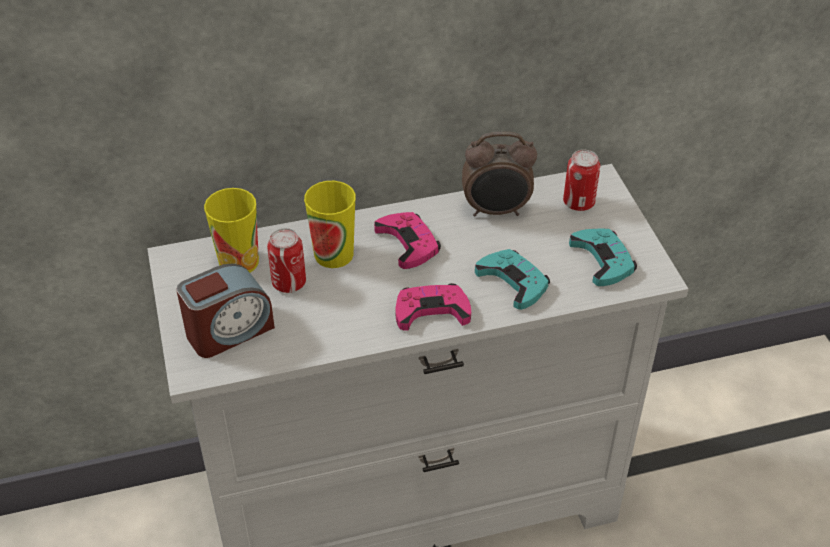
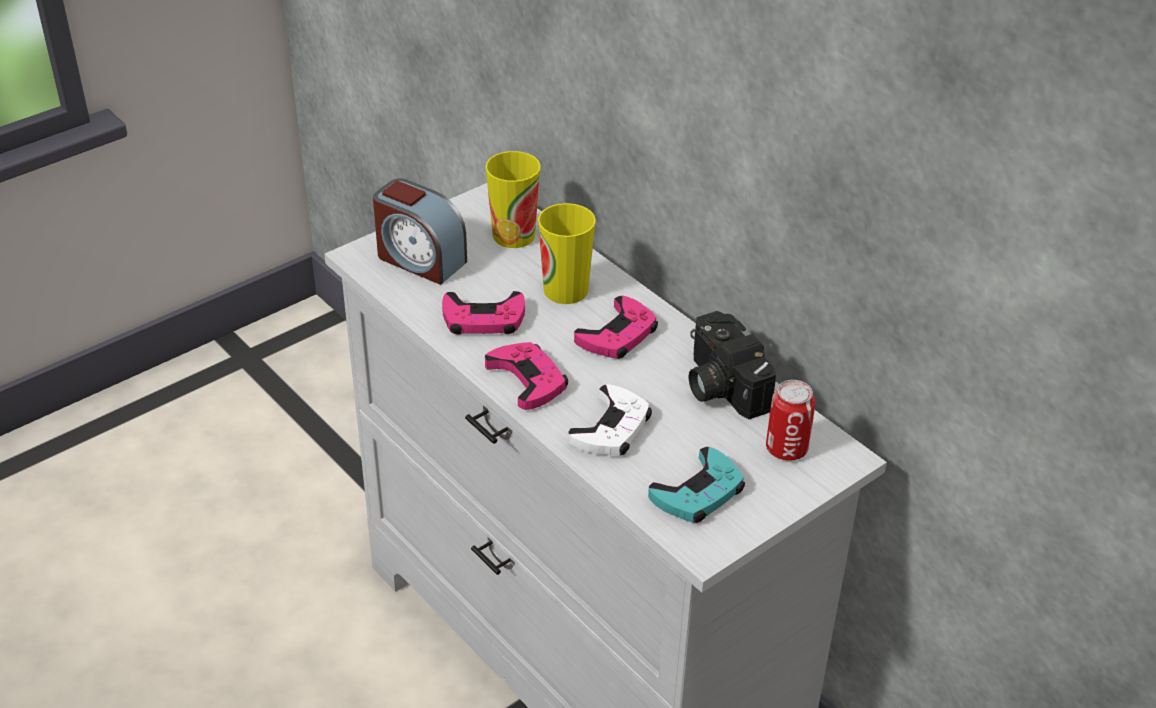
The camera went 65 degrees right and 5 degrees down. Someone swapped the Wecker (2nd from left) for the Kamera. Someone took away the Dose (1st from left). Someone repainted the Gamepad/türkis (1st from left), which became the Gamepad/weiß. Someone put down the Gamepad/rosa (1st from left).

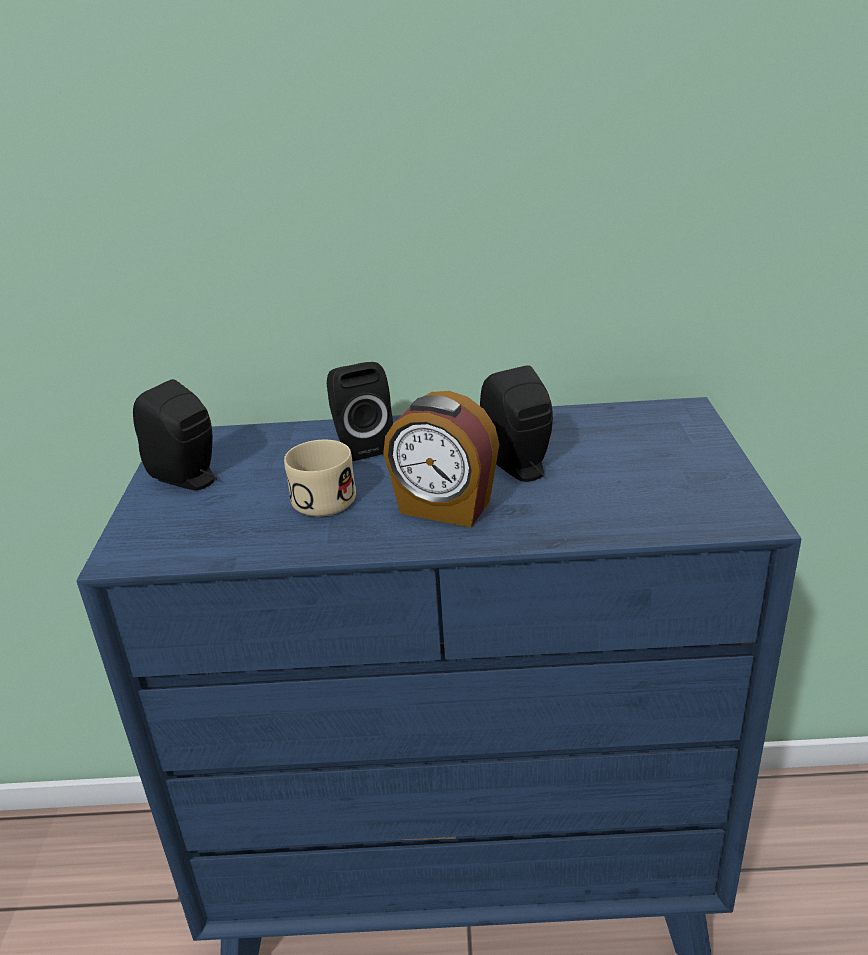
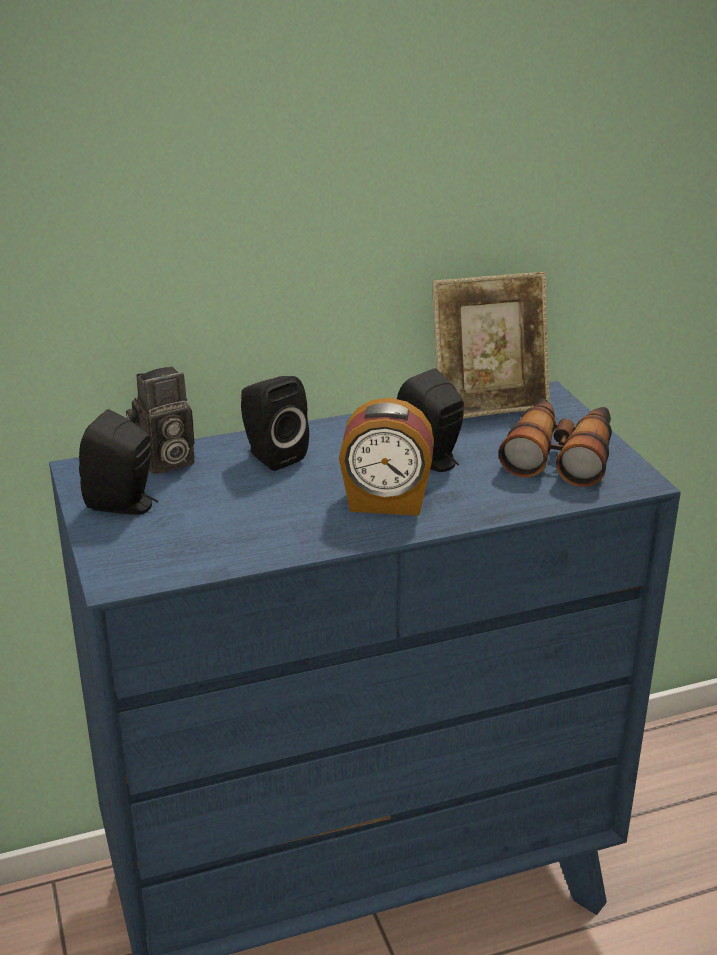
The camera went 20 degrees left and 0 degrees up. Someone took away the Henkelbecher/beige. Someone put down the Bilderrahmen. Someone put down the Kamera. Someone put down the Fernglas.

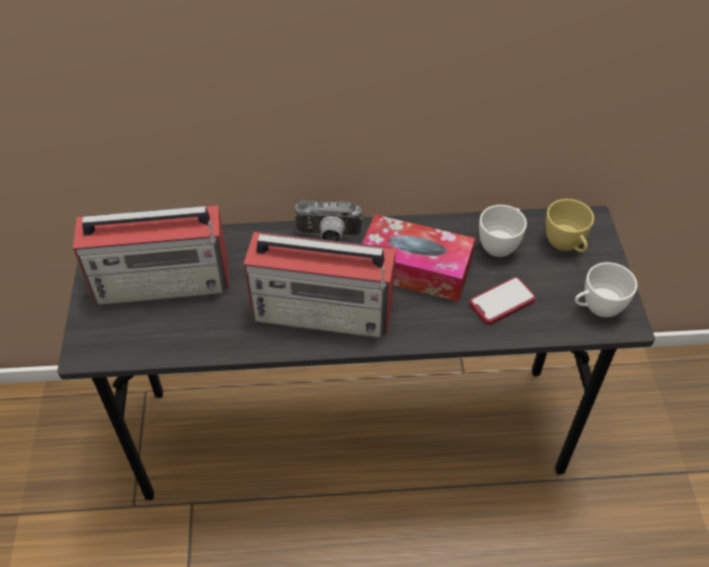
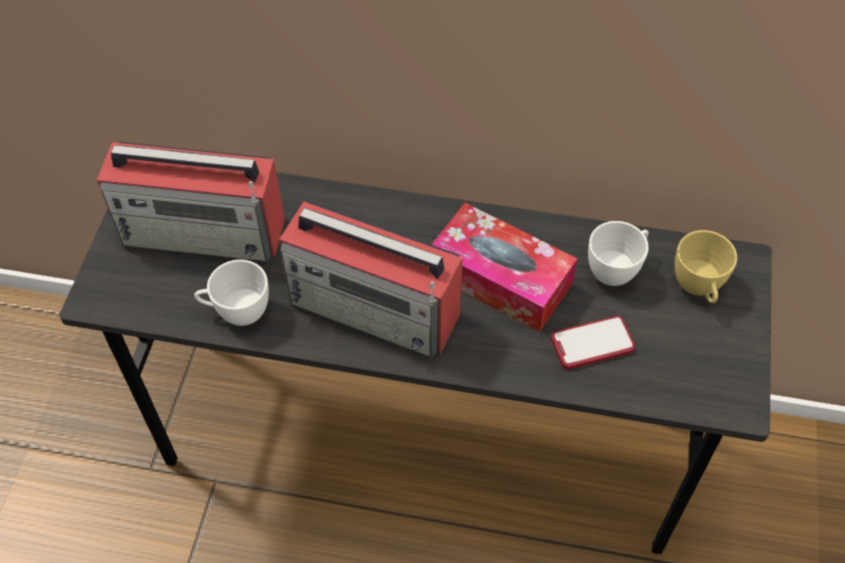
The camera went 15 degrees right and 5 degrees up. Someone took away the Kamera. Someone carried the Tasse/weiß (2nd from left in the first image).

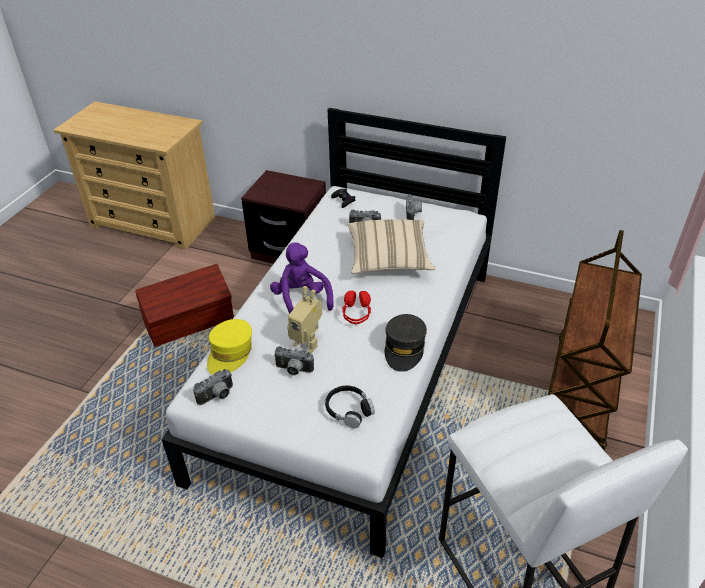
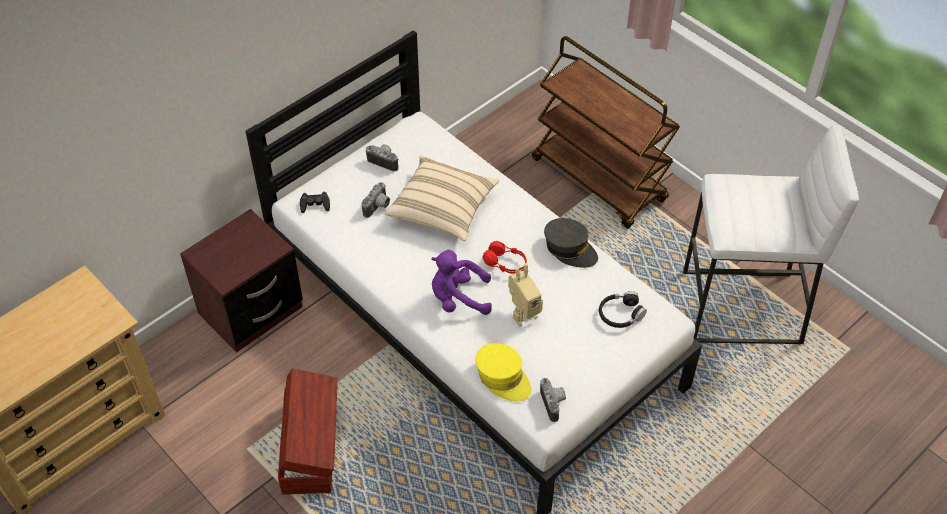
The camera went 65 degrees left and 10 degrees up. Someone took away the Kamera (2nd from left).

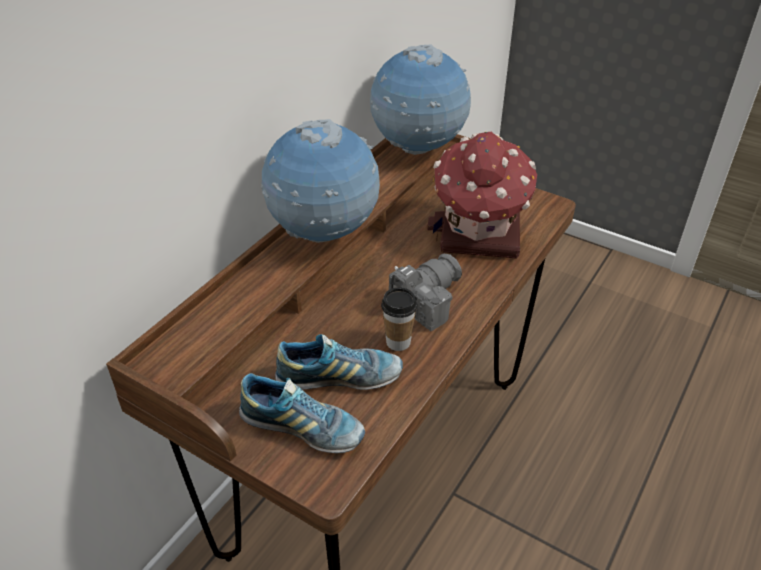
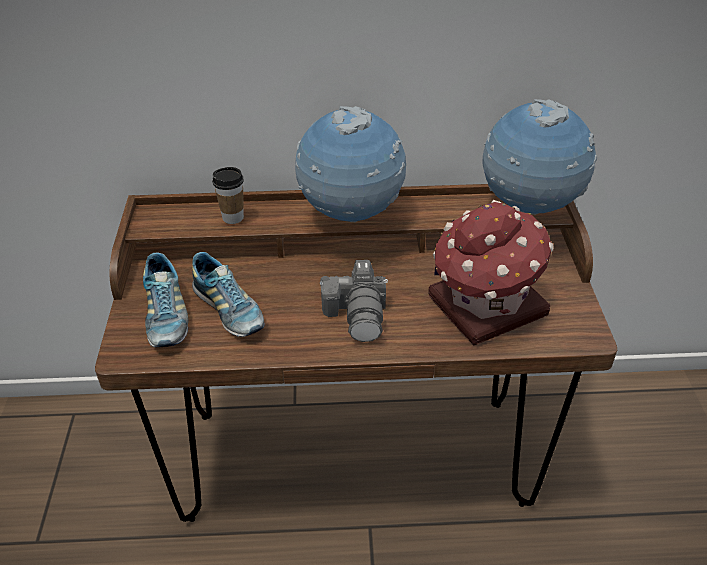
The camera went 55 degrees right and 0 degrees up. Someone rotated the Kamera by 75 degrees clockwise. Someone carried the Tasse.

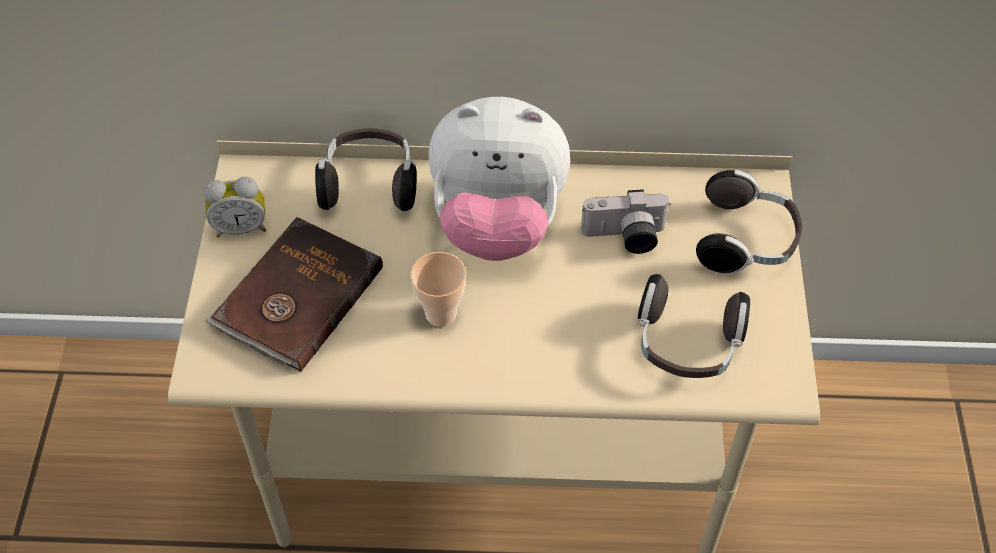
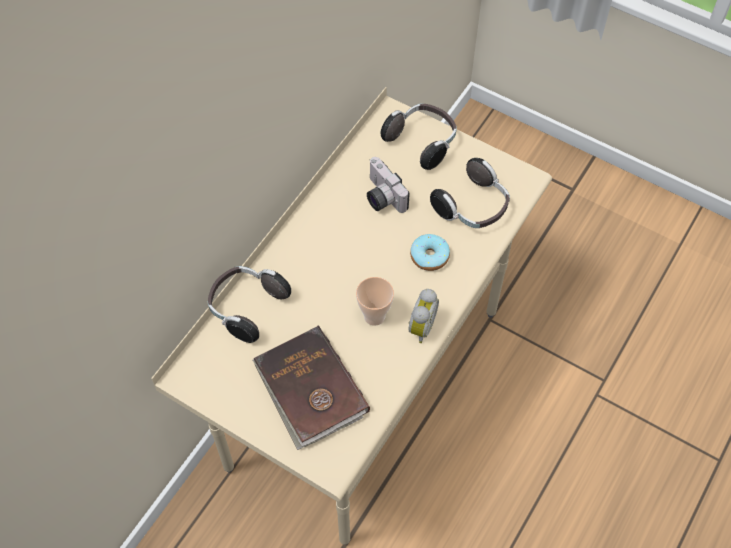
The camera went 60 degrees left and 5 degrees up. Someone took away the Plüschtier. Someone carried the Wecker. Someone rotated the Kamera by 120 degrees clockwise. Someone put down the Donut.

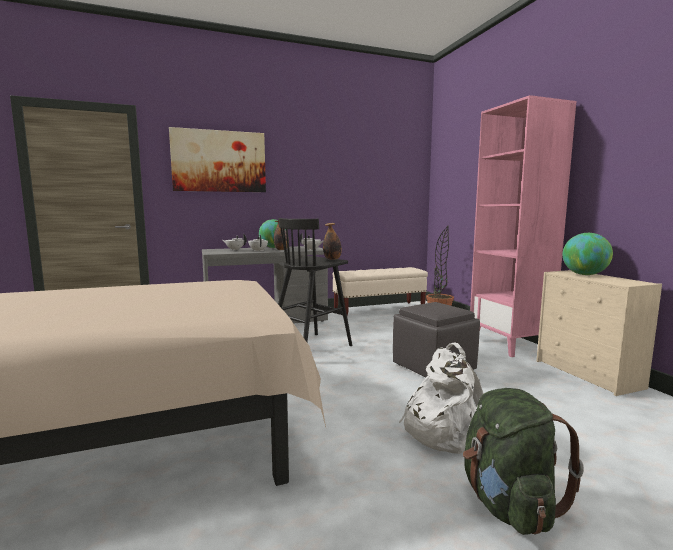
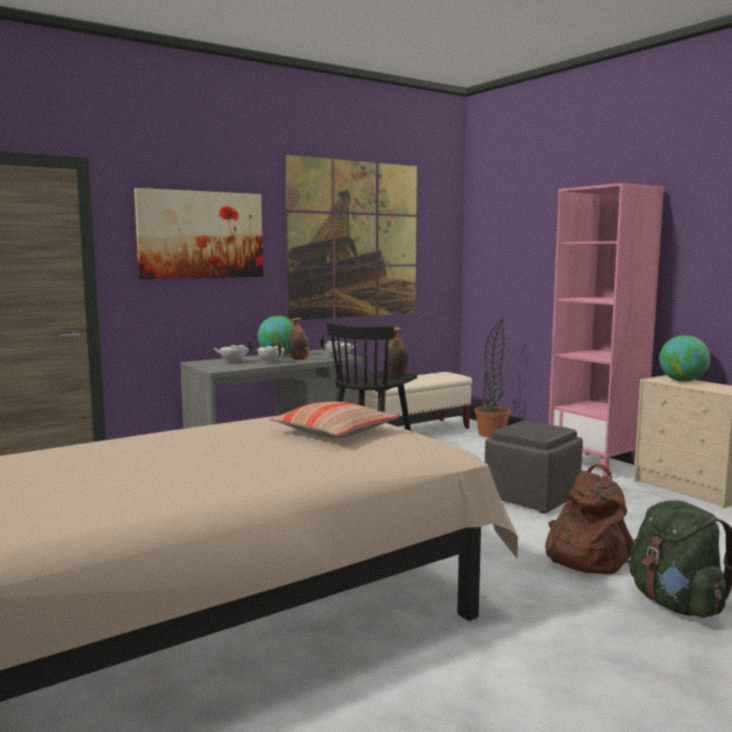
The camera went 15 degrees left and 0 degrees up. Someone repainted the Rucksack/weiß, which became the Rucksack/braun. Someone put up the Bild (2nd from left). Someone put down the Kissen.

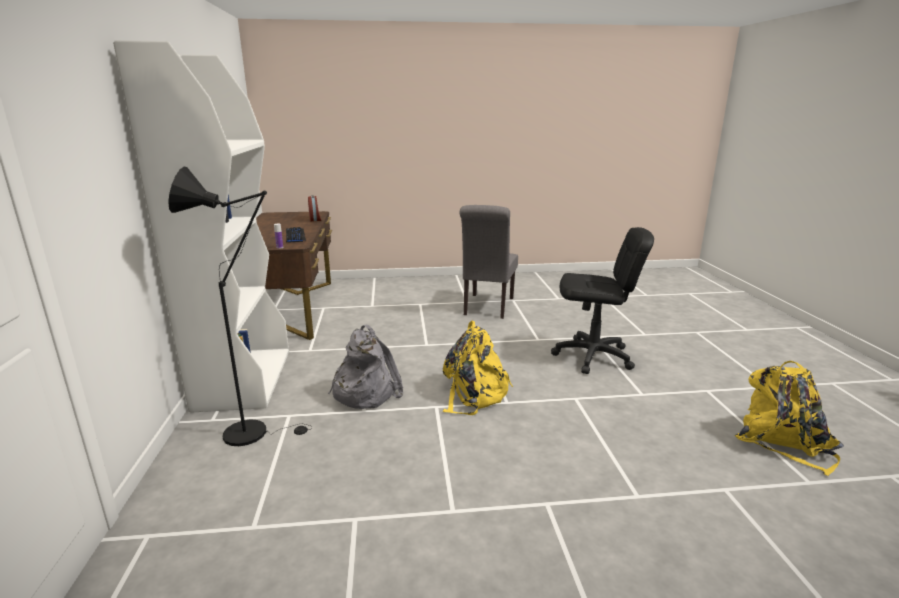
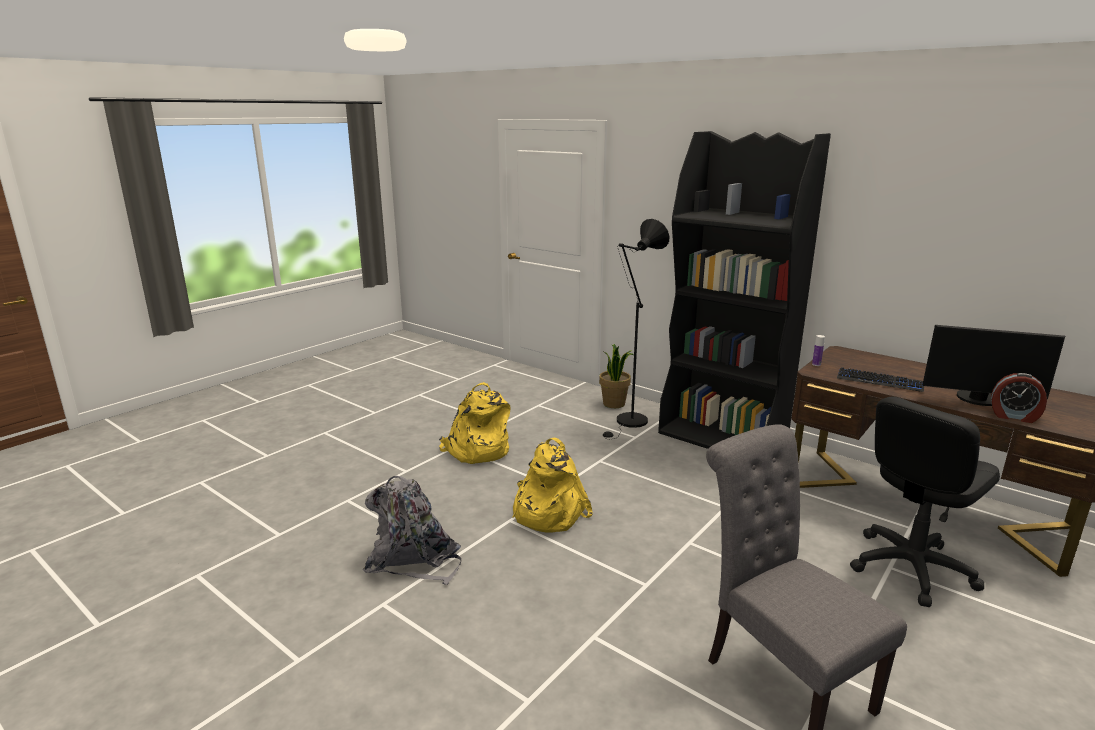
The camera went 135 degrees right and 0 degrees up. Someone repainted the Bücherregal/weiß, which became the Bücherregal/schwarz. Someone carried the Bürostuhl/schwarz. Someone carried the Rucksack/grau. Someone carried the Rucksack/gelb (2nd from left in the first image). Someone put down the Monitor. Someone put down the Topfpflanze.

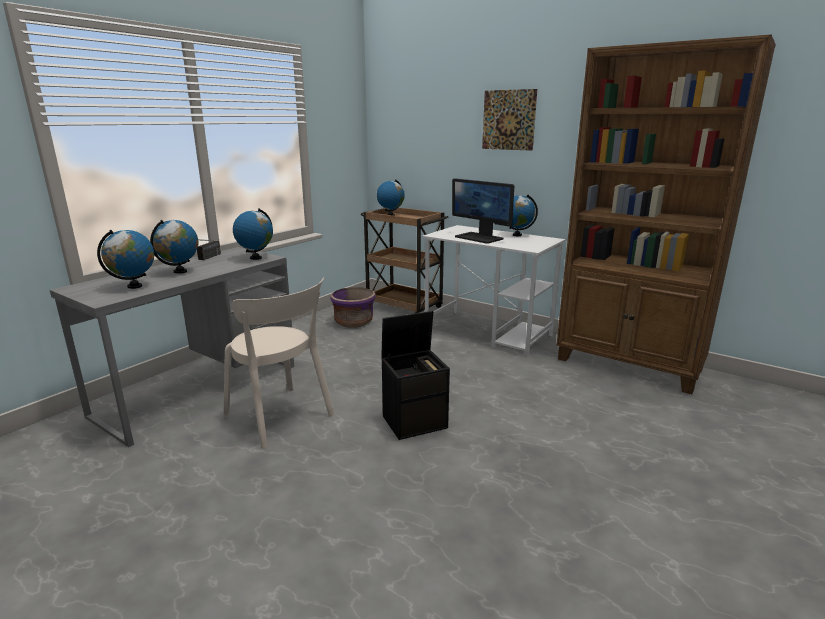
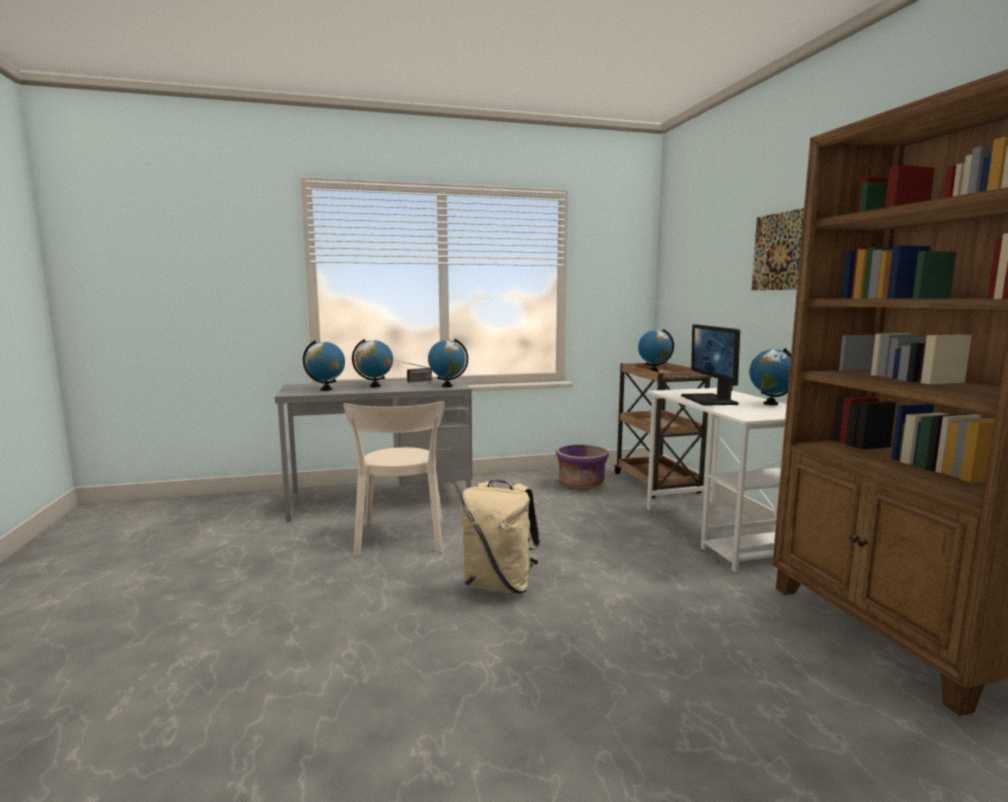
The camera went 40 degrees right and 10 degrees down. Someone swapped the Aufbewahrungsbox/schwarz for the Rucksack/beige.

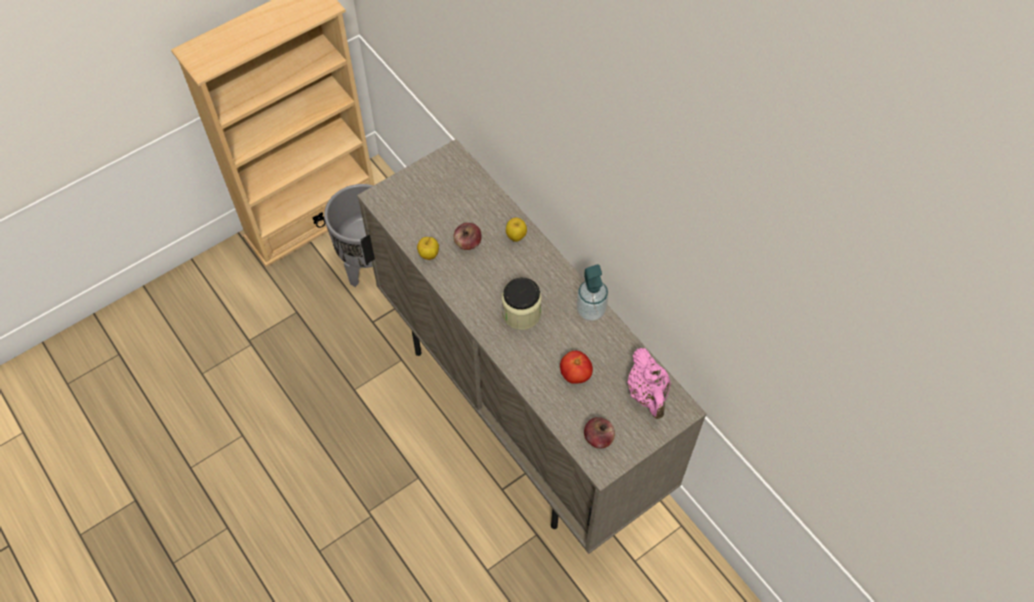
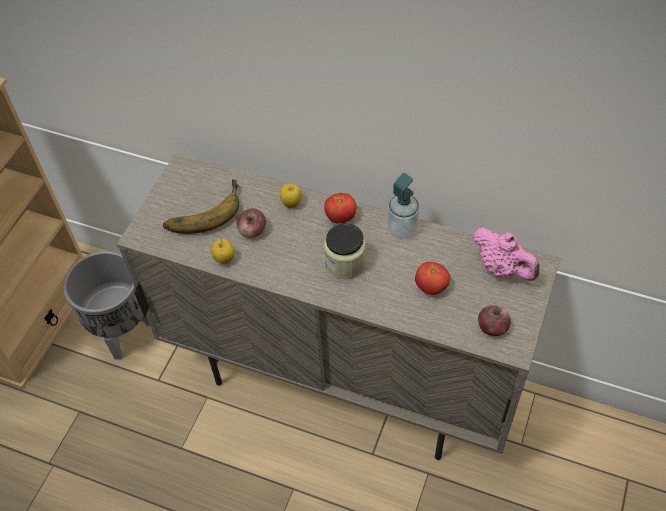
The camera went 30 degrees left and 5 degrees down. Someone put down the Banane. Someone put down the Tomate (1st from left).

